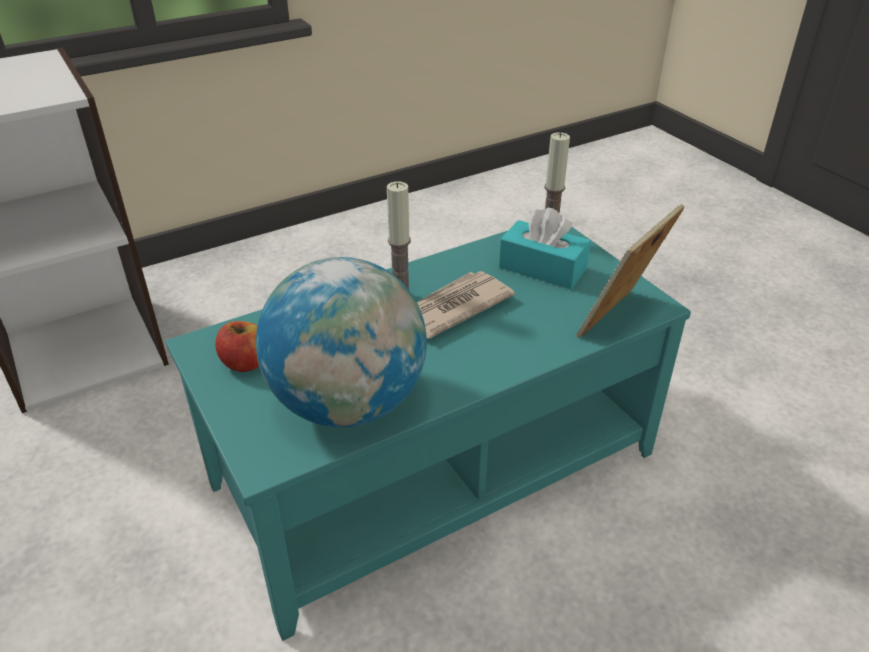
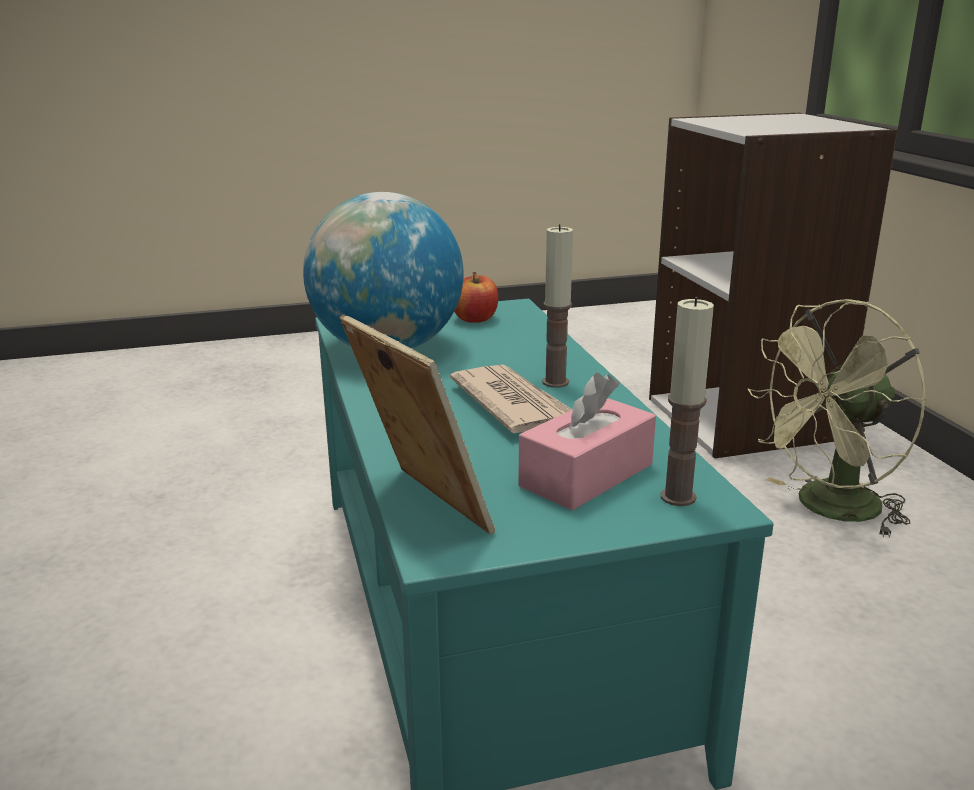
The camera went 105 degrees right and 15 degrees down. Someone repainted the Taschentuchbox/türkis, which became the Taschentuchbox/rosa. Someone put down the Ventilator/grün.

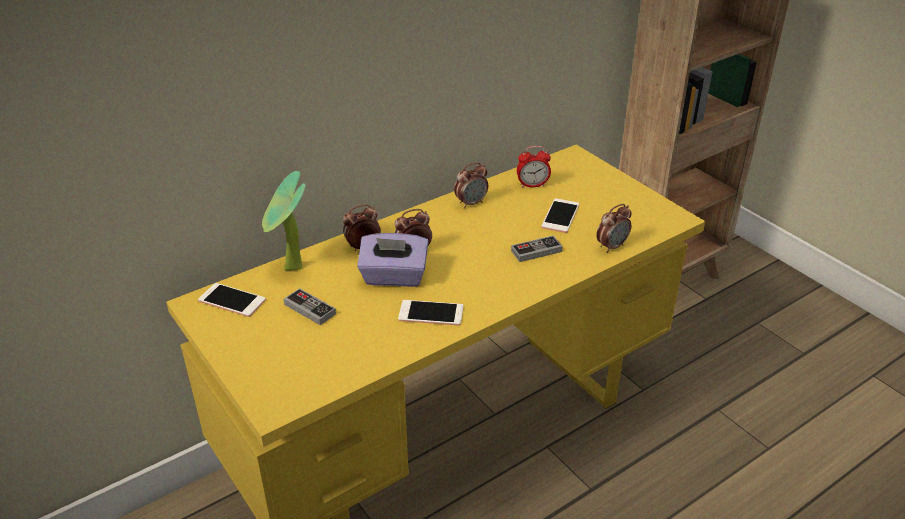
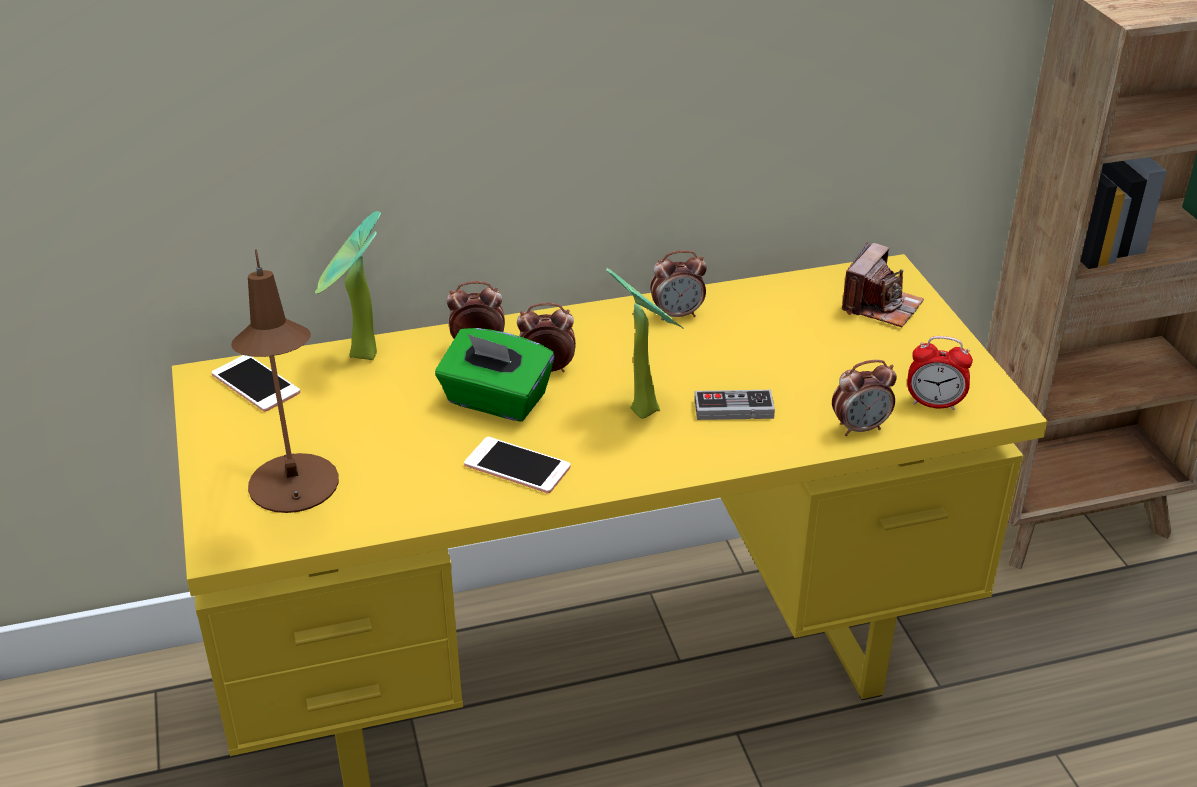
The camera went 20 degrees right and 0 degrees up. Someone carried the Wecker (4th from left in the first image). Someone took away the Handy (3rd from left). Someone repainted the Taschentuchbox/lila, which became the Taschentuchbox/grün. Someone took away the Gamepad (1st from left). Someone put down the Kamera. Someone put down the Tischlampe/braun. Someone put down the Topfpflanze (2nd from left).

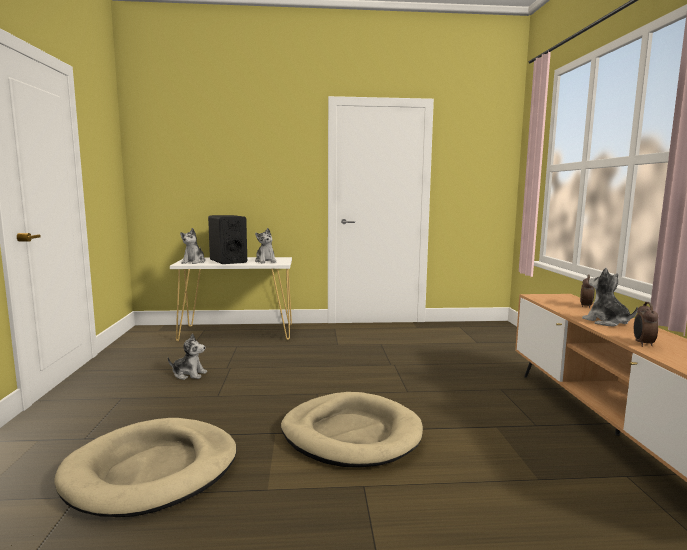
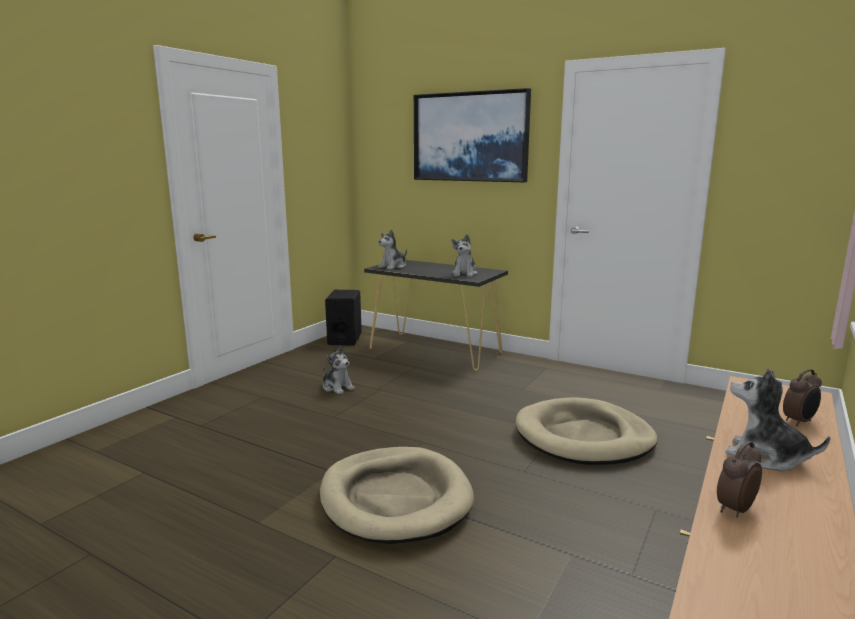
The camera went 35 degrees right and 5 degrees up. Someone carried the Lautsprecher/schwarz. Someone repainted the Konsolentisch/weiß, which became the Konsolentisch/schwarz. Someone rotated the Plüschtier (4th from left) by 60 degrees counterclockwise. Someone carried the Hundebett/beige (1st from left in the first image). Someone put up the Bild.

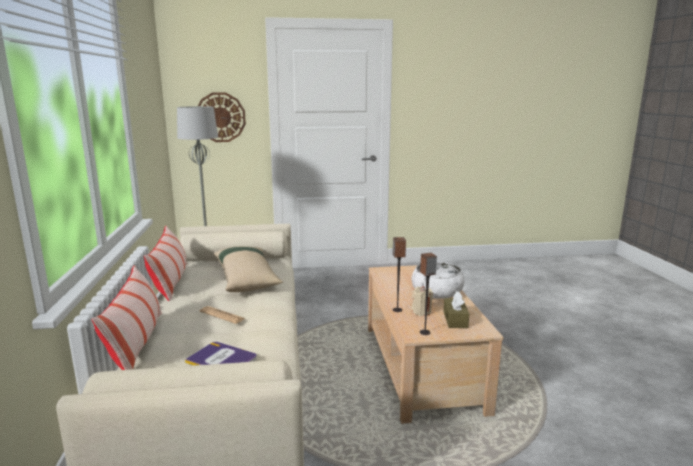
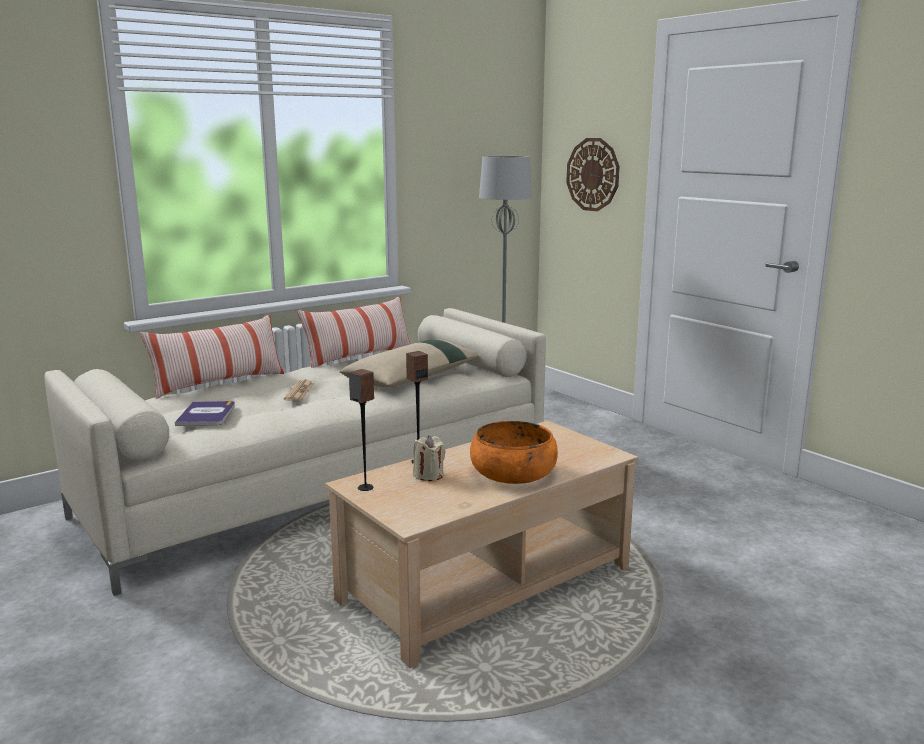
The camera went 60 degrees right and 0 degrees up. Someone repainted the Schüssel/weiß, which became the Schüssel/orange. Someone took away the Taschentuchbox/braun.

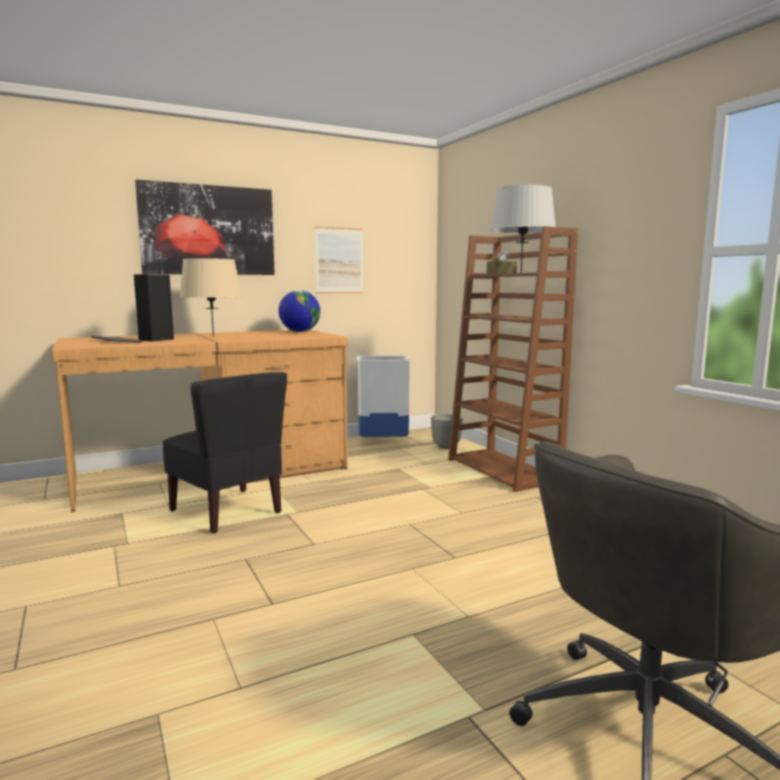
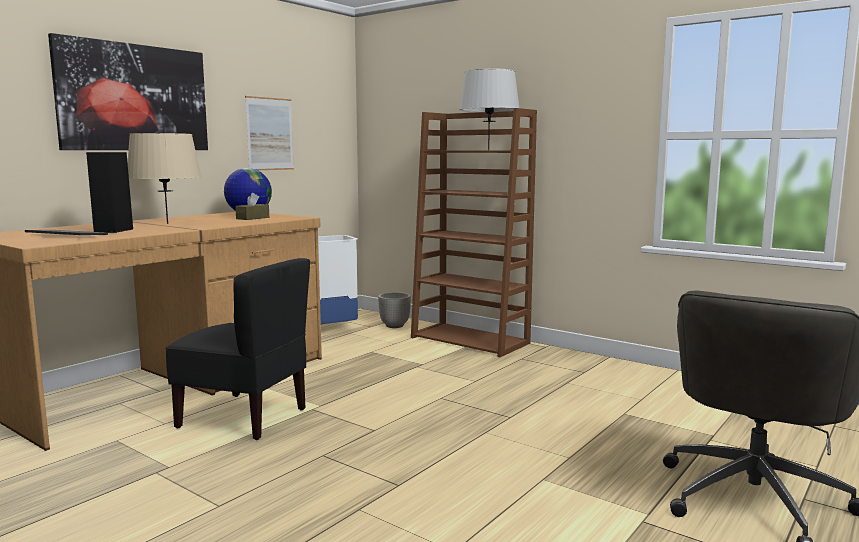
The camera went 25 degrees left and 0 degrees up. Someone carried the Taschentuchbox/braun.

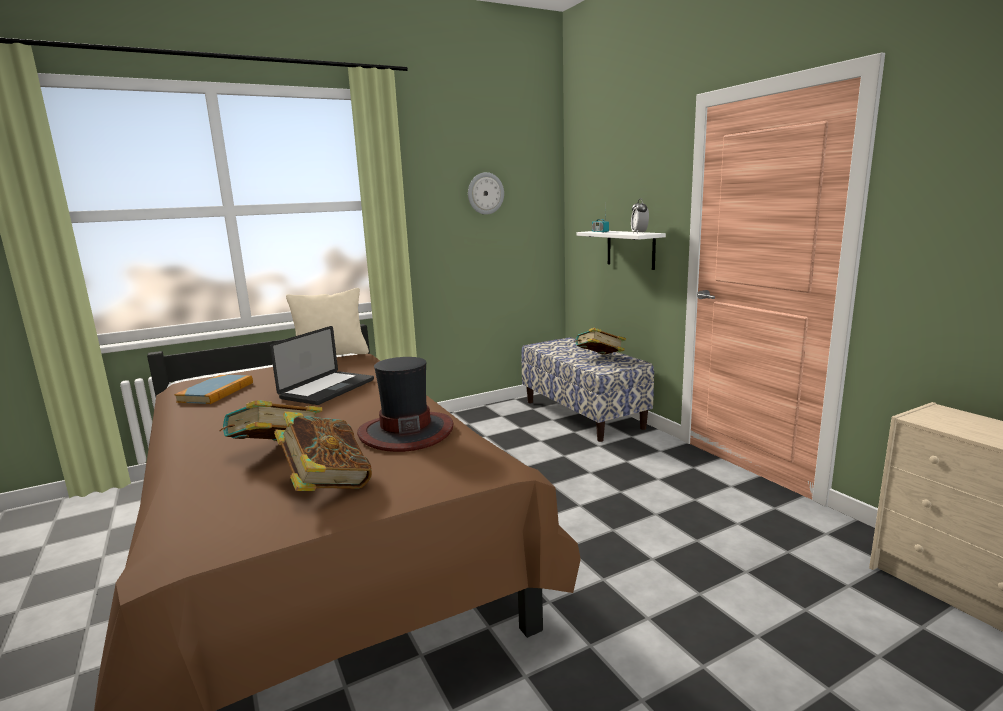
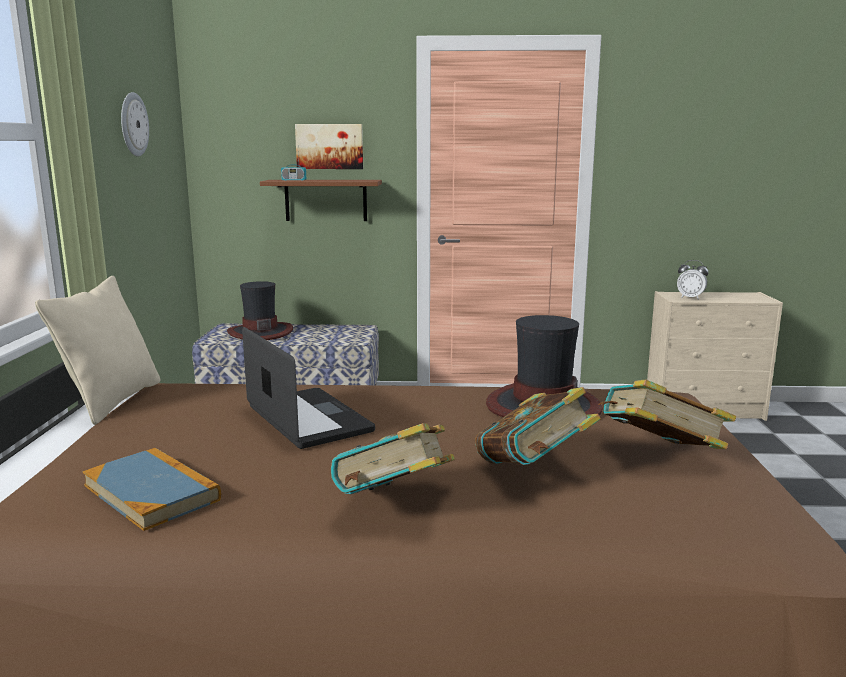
The camera went 60 degrees left and 0 degrees up. Someone carried the Wecker. Someone repainted the Wandregal/weiß, which became the Wandregal/braun. Someone carried the Buch (4th from left in the first image). Someone put up the Bild. Someone put down the Hut (1st from left).

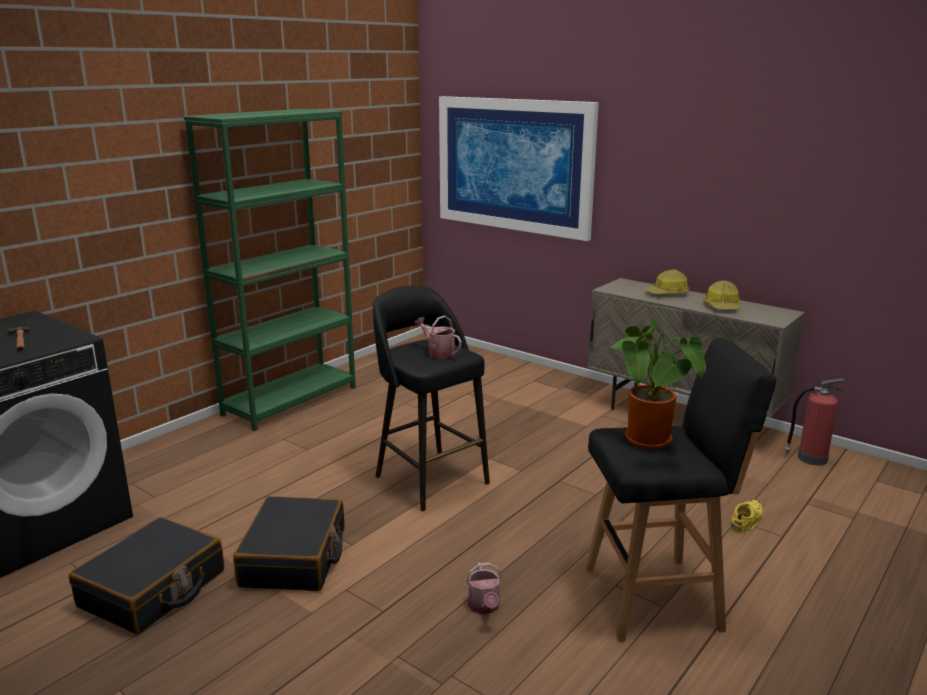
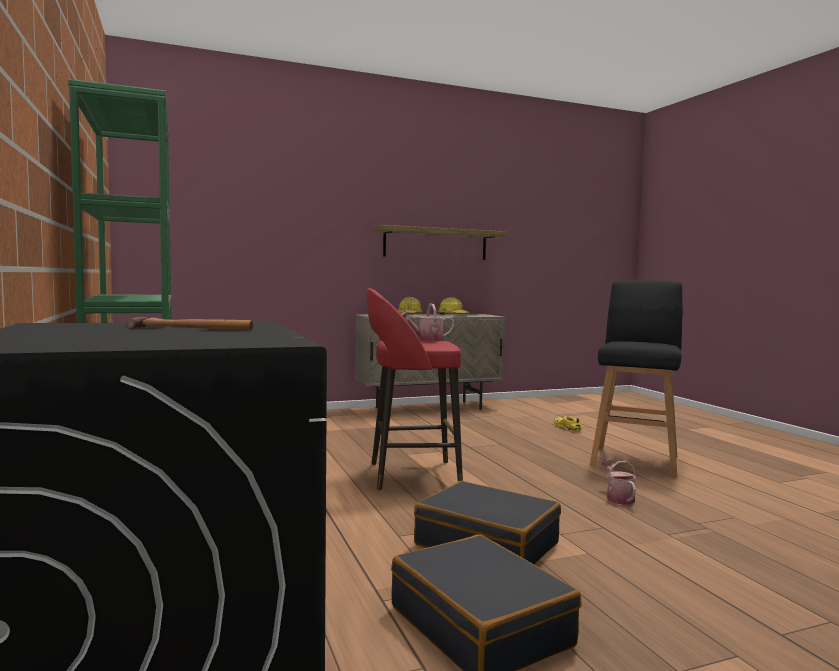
The camera went 60 degrees left and 15 degrees down. Someone took away the Bild. Someone repainted the Hocker/schwarz (1st from left), which became the Hocker/rot. Someone took away the Topfpflanze. Someone took away the Feuerlöscher. Someone rotated the Gießkanne (2nd from left) by 120 degrees counterclockwise. Someone put up the Wandregal.

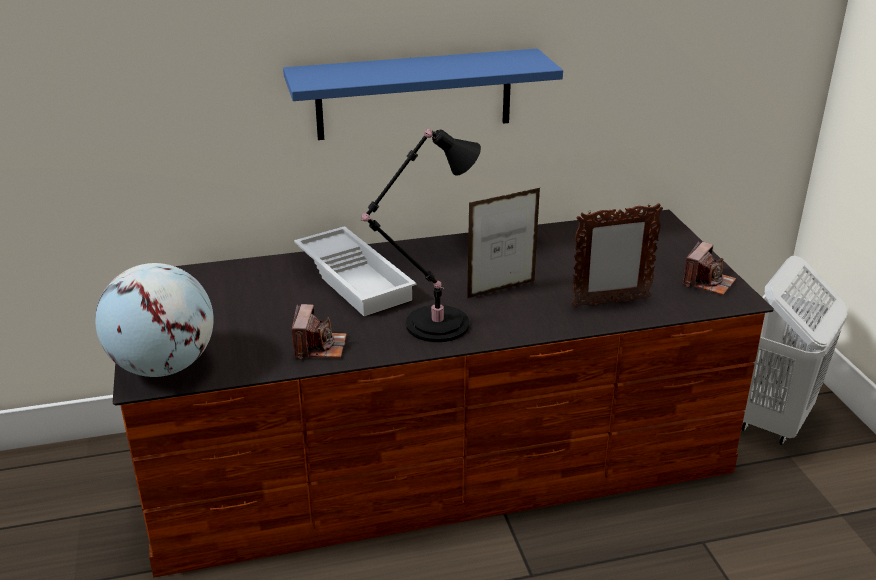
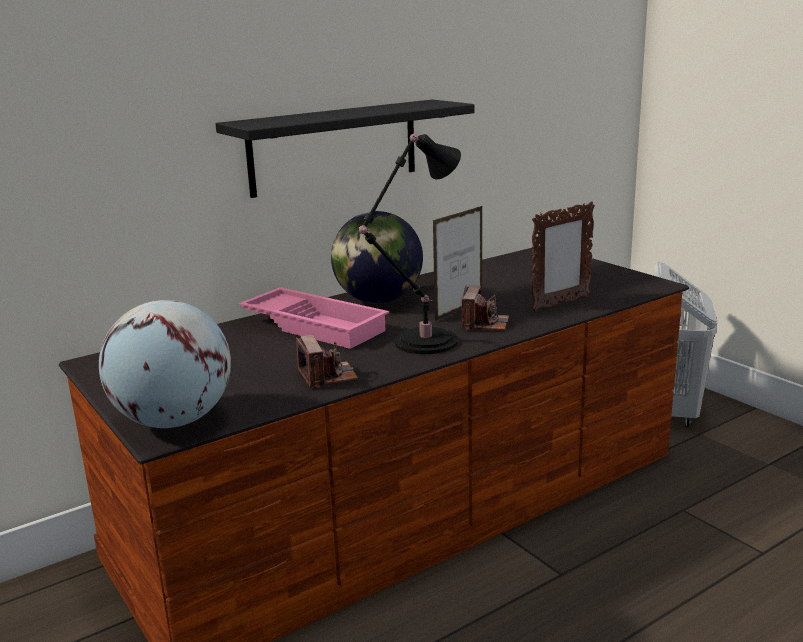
The camera went 20 degrees left and 10 degrees down. Someone repainted the Wandregal/blau, which became the Wandregal/schwarz. Someone repainted the Tablett/weiß, which became the Tablett/rosa. Someone carried the Kamera (2nd from left). Someone put down the Globus (2nd from left).

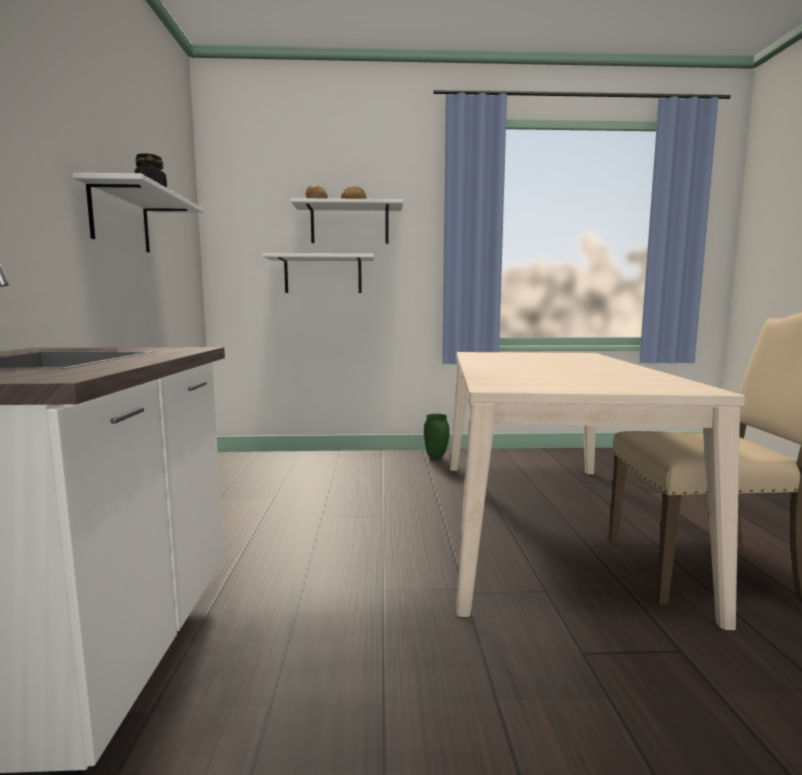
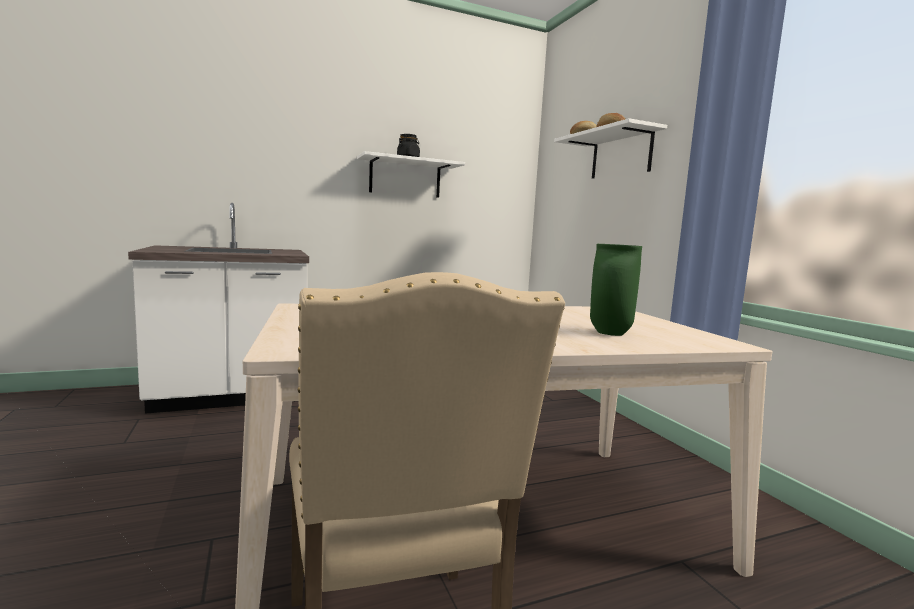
The camera went 70 degrees right and 0 degrees up. Someone took away the Wandregal/weiß (2nd from left). Someone carried the Vase/grün.

